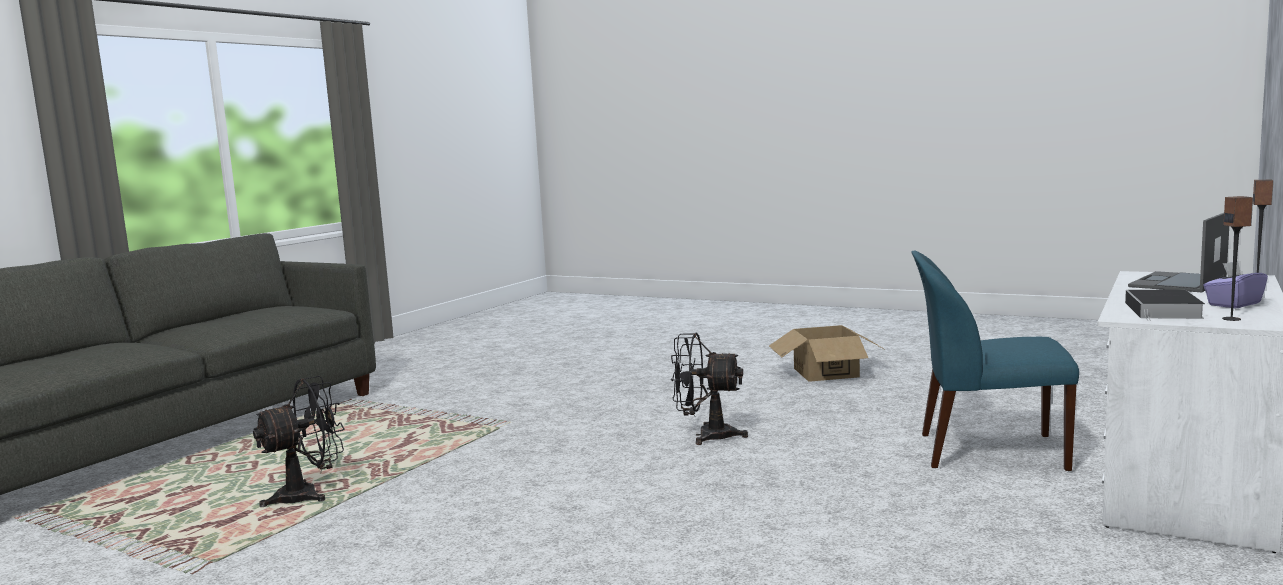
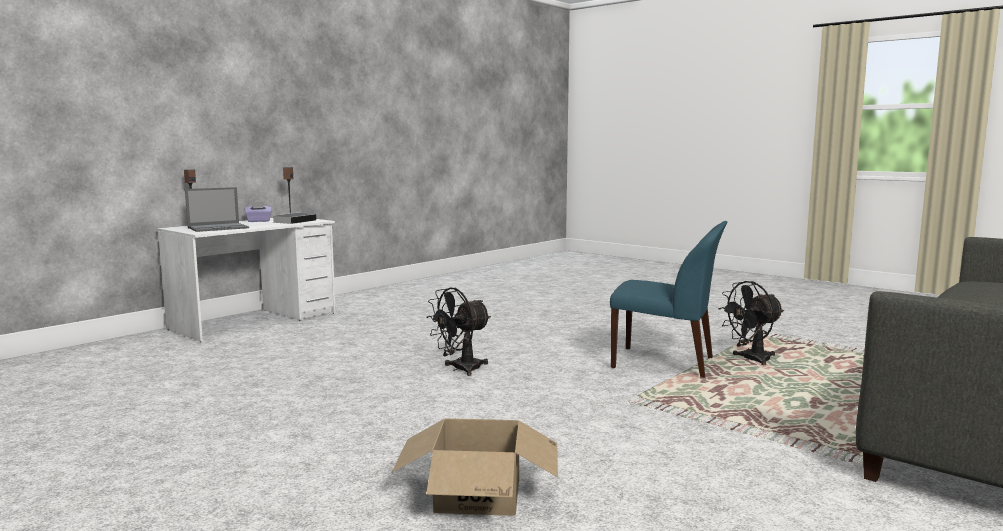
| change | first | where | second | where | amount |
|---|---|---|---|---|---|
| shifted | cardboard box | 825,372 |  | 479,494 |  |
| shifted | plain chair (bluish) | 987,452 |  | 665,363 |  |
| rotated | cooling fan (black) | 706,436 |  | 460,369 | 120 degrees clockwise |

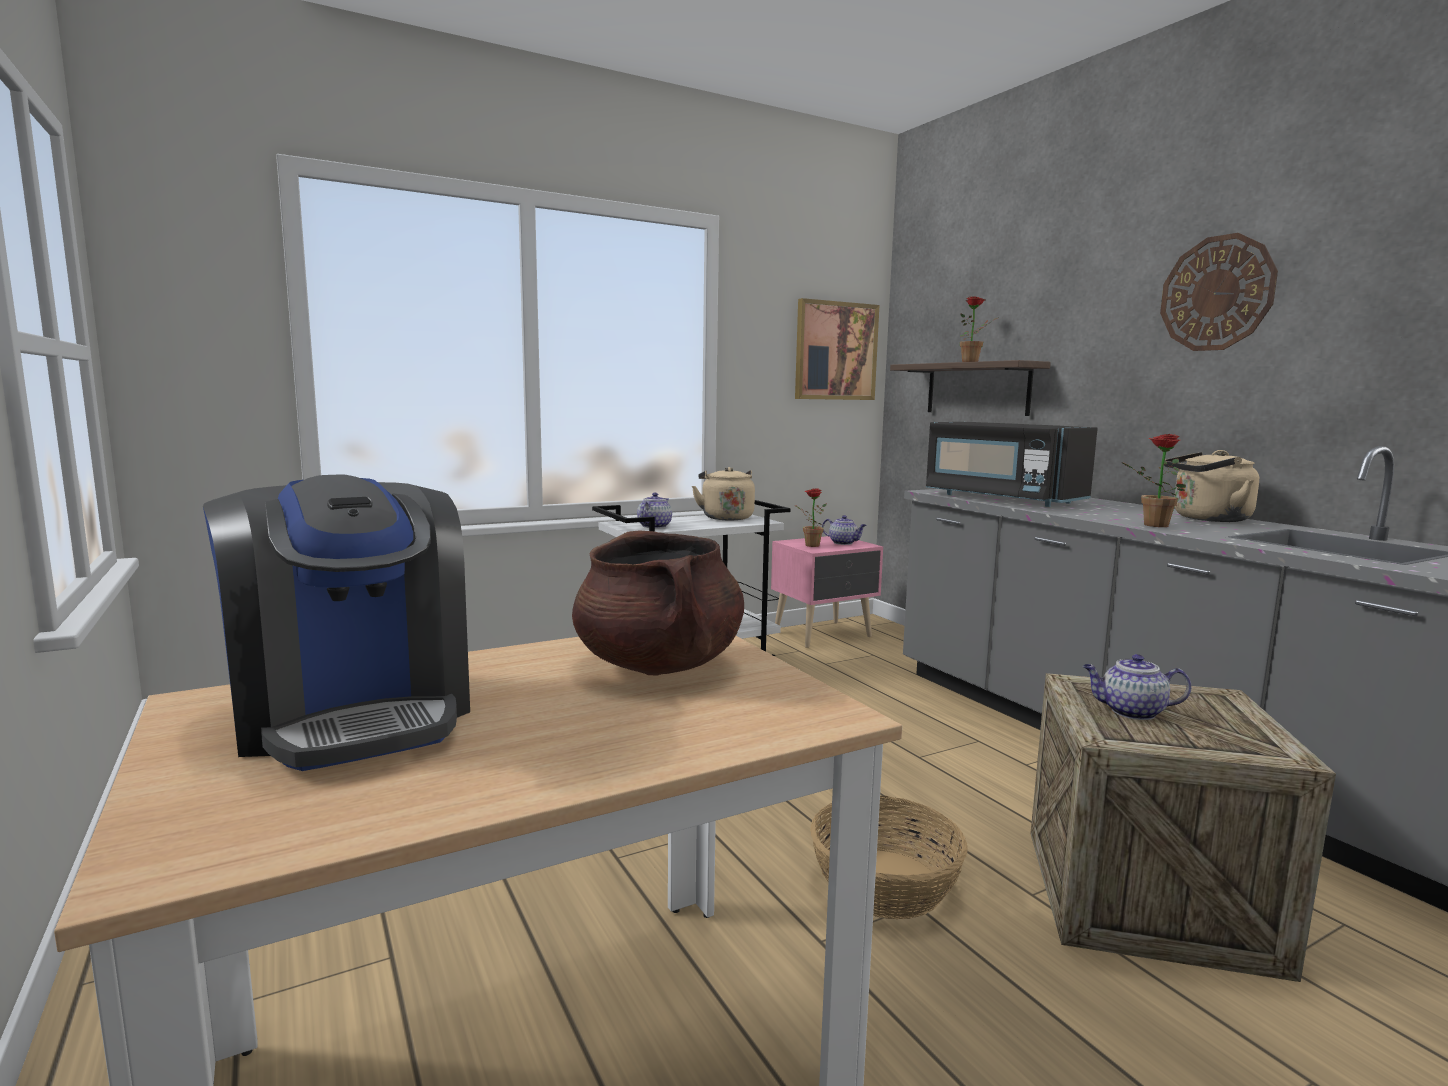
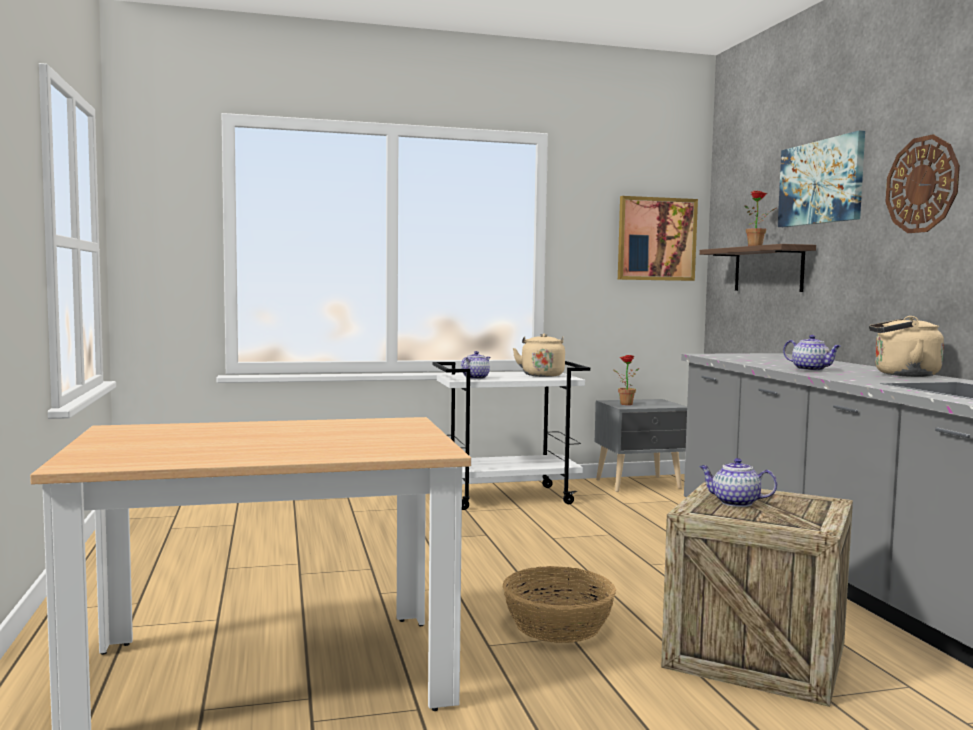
| change | first | where | second | where | amount |
|---|---|---|---|---|---|
| gone | coffee machine | 355,713 |  |  |  |
| gone | saucepot (brown-coloured) | 659,665 |  |  |  |
| gone | kitchen microwave (black) | 1001,498 |  |  |  |
| gone | houseplant | 1150,525 |  |  |  |
| new |  |  | wall art | 821,182 |  |
| shifted | teapot | 843,543 |  | 811,369 |  |
| repainted | nightstand (pinkish) | 824,634 | nightstand (greyish) | 640,484 |  |

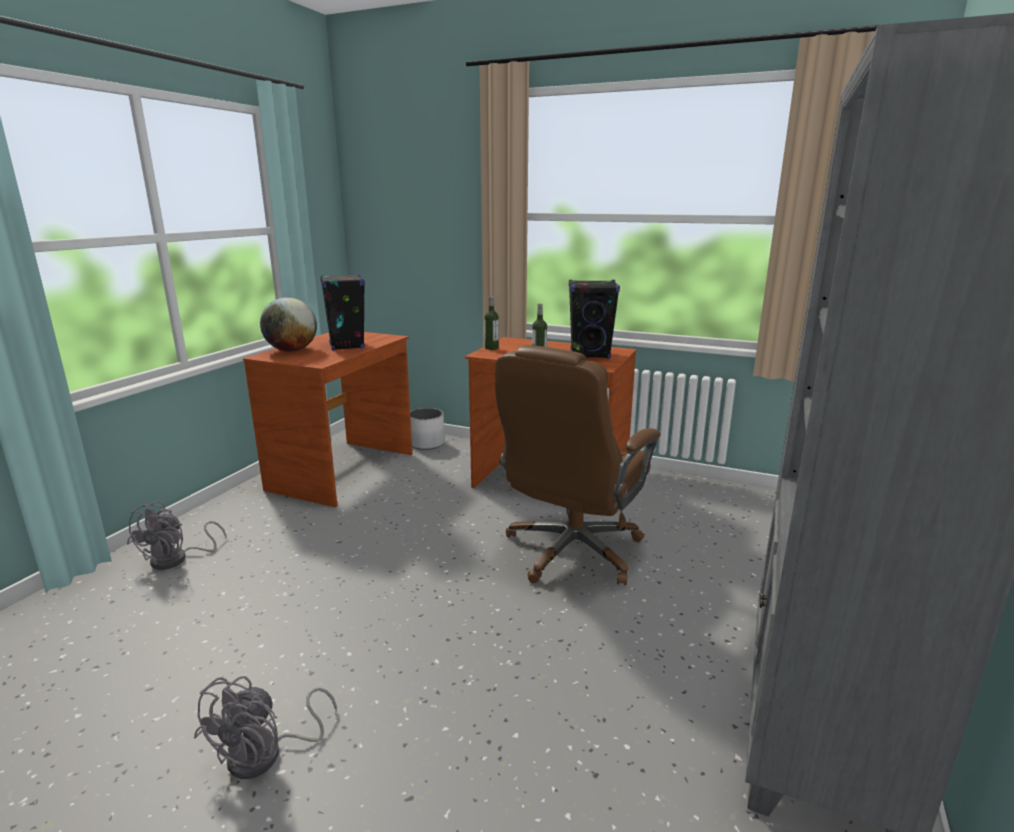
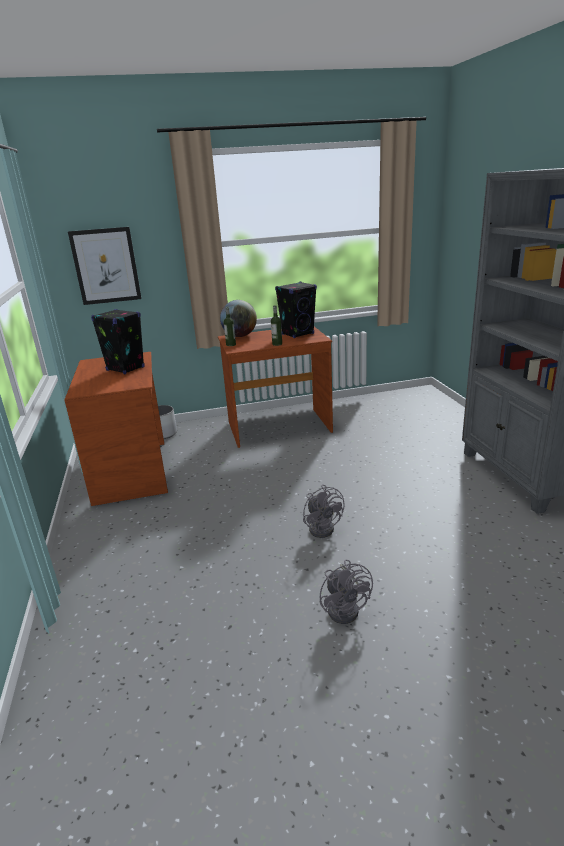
| change | first | where | second | where | amount |
|---|---|---|---|---|---|
| gone | computer chair (brown-coloured) | 572,551 |  |  |  |
| new |  |  | wall art | 106,266 |  |
| shifted | cooling fan (greyish) | 177,559 |  | 323,527 |  |
| shifted | desk globe | 292,350 |  | 240,336 |  |

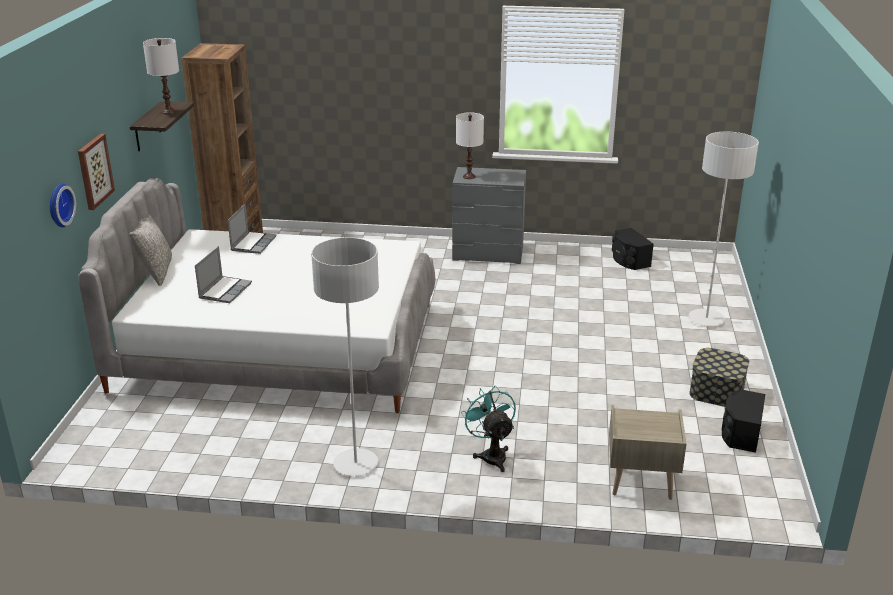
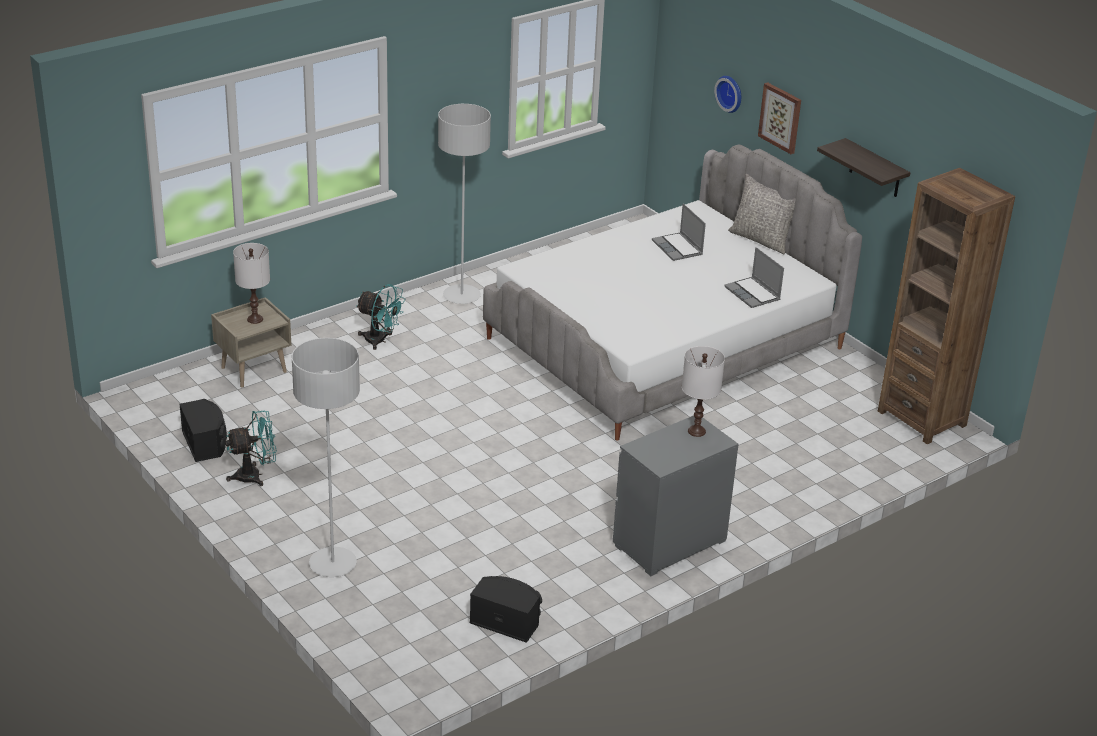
| change | first | where | second | where | amount |
|---|---|---|---|---|---|
| shifted | table lamp (whitish) | 168,112 |  | 255,319 |  |
| swapped | storage box | 716,391 | cooling fan (turquoise-coloured) | 255,475 |  |

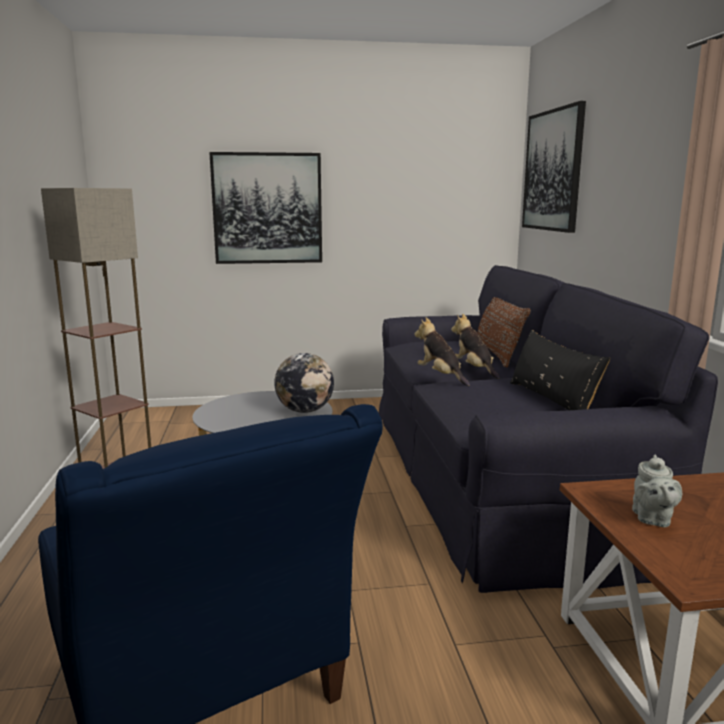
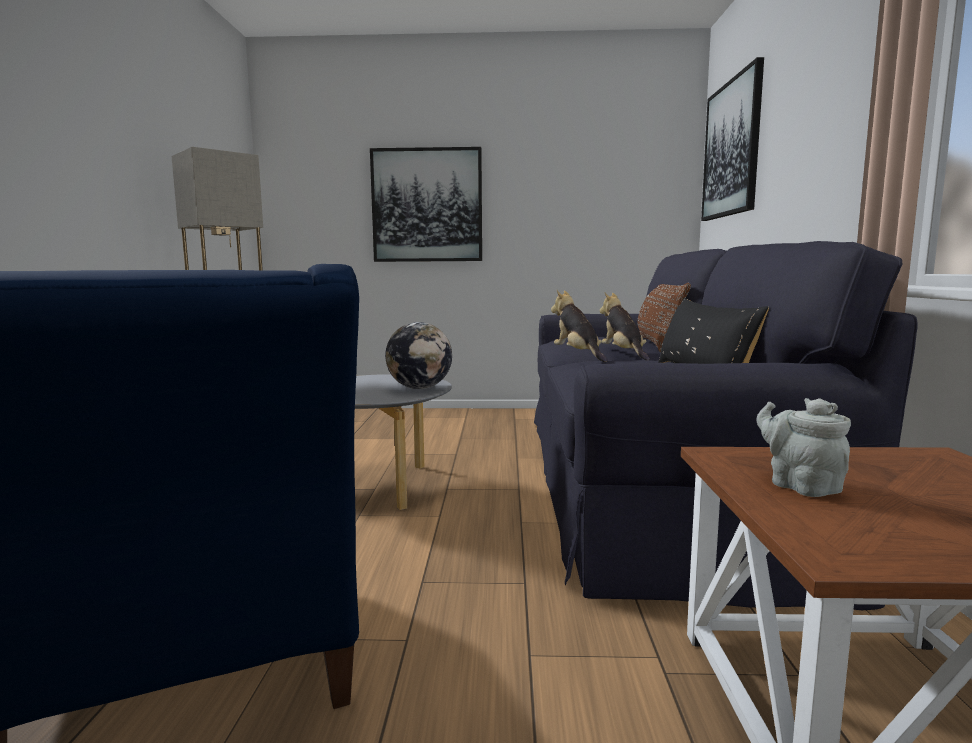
| change | first | where | second | where | amount |
|---|---|---|---|---|---|
| rotated | teapot (greyish) | 652,519 |  | 800,485 | 135 degrees clockwise |

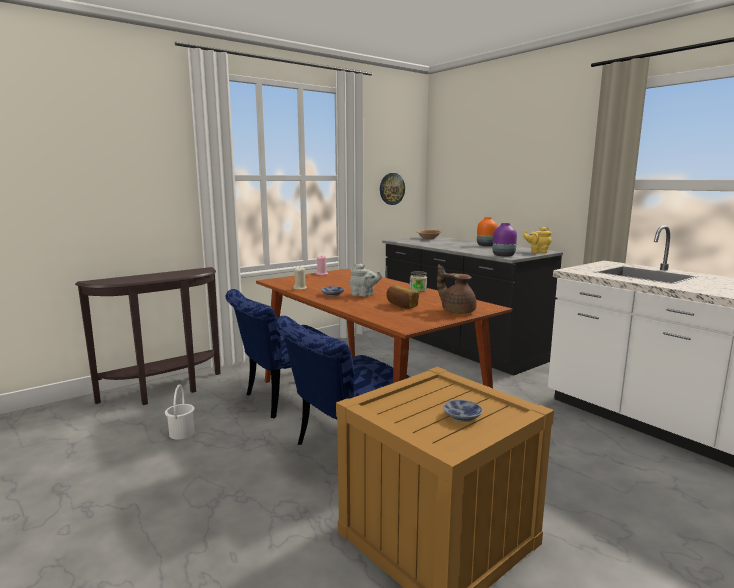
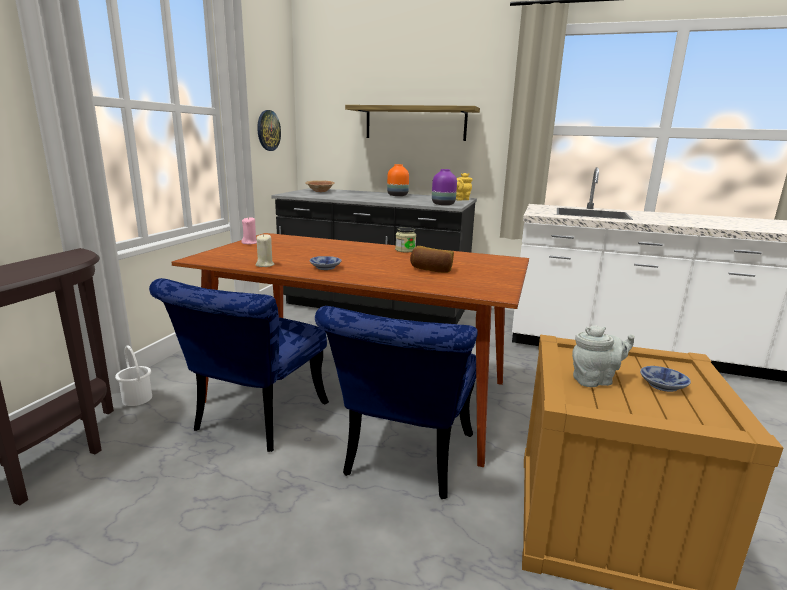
| change | first | where | second | where | amount |
|---|---|---|---|---|---|
| gone | teapot (brown-coloured) | 457,311 |  |  |  |
| new |  |  | bracket shelf | 415,123 |  |
| shifted | pail (whitish) | 181,433 |  | 137,399 |  |
| shifted | teapot (greyish) | 364,295 |  | 595,380 |  |

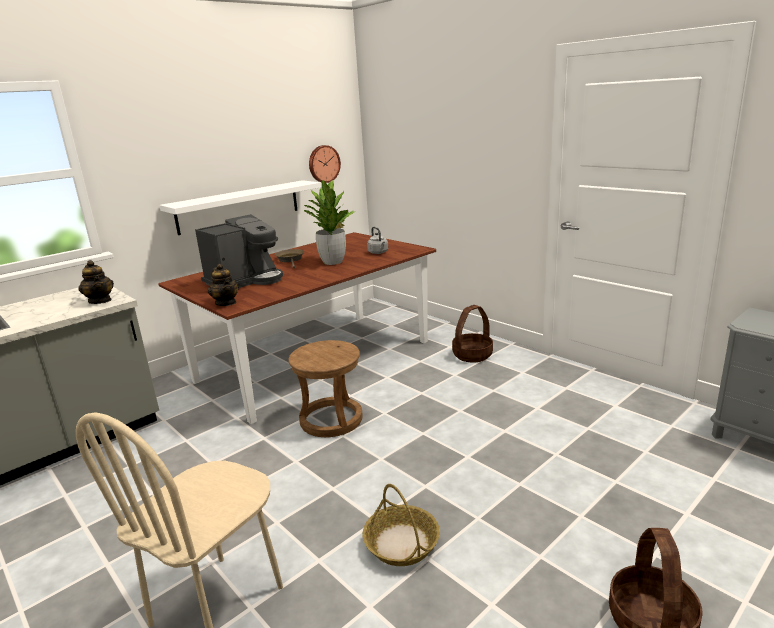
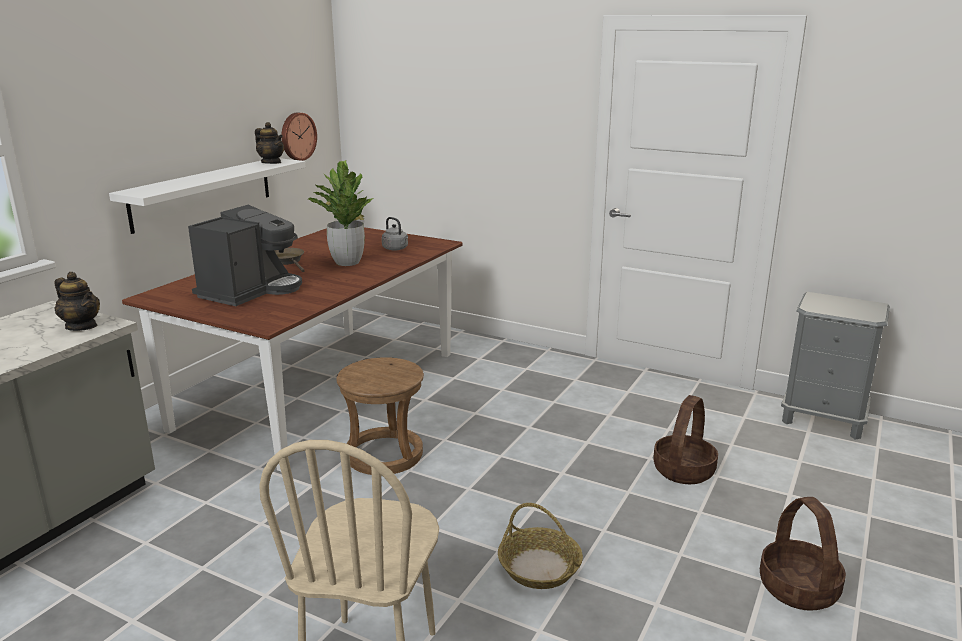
| change | first | where | second | where | amount |
|---|---|---|---|---|---|
| shifted | teapot | 226,303 |  | 271,162 |  |
| shifted | household basket | 472,355 |  | 683,470 |  |

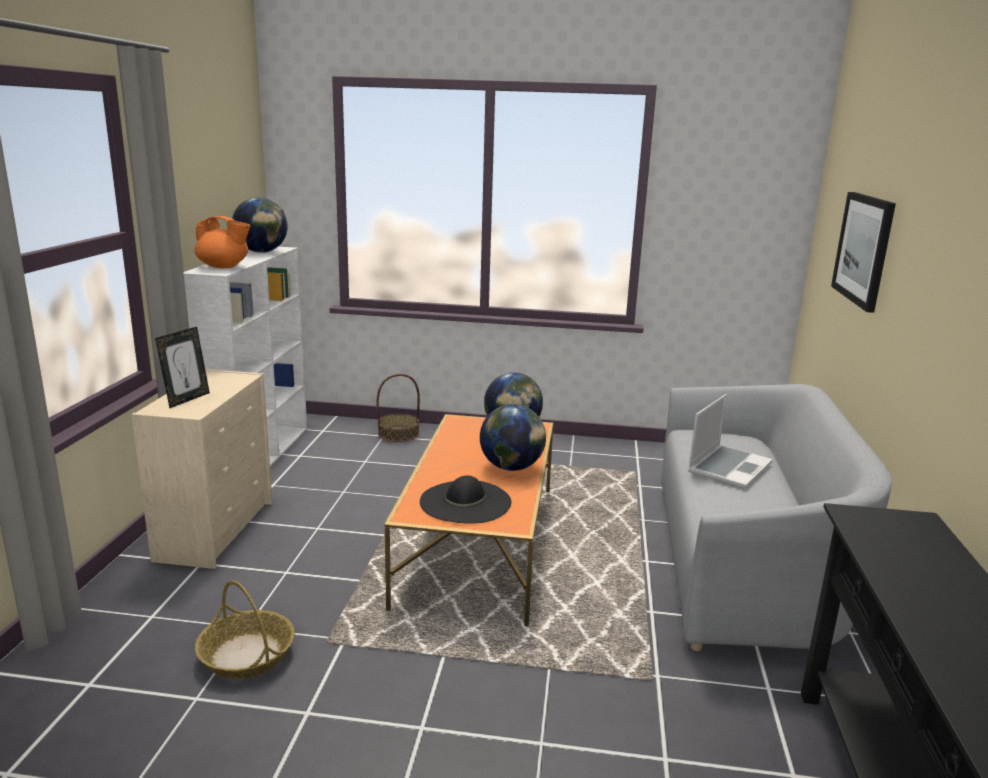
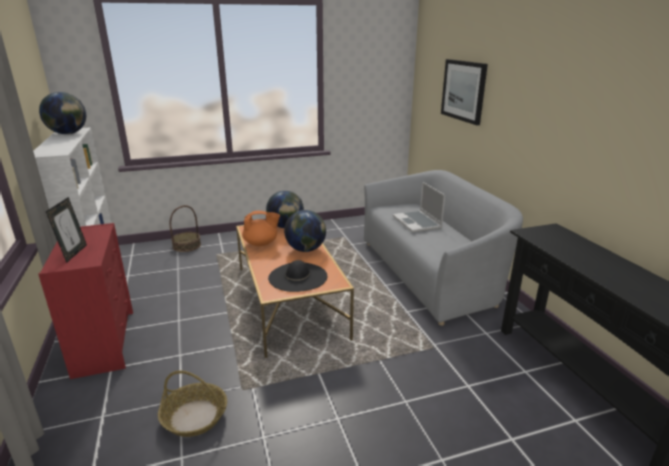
| change | first | where | second | where | amount |
|---|---|---|---|---|---|
| shifted | teapot (orangey) | 224,267 |  | 261,243 |  |
| repainted | dresser (sand-coloured) | 217,529 | dresser (red-coloured) | 105,341 |  |
| rotated | laptop | 729,467 |  | 417,222 | 150 degrees clockwise |

